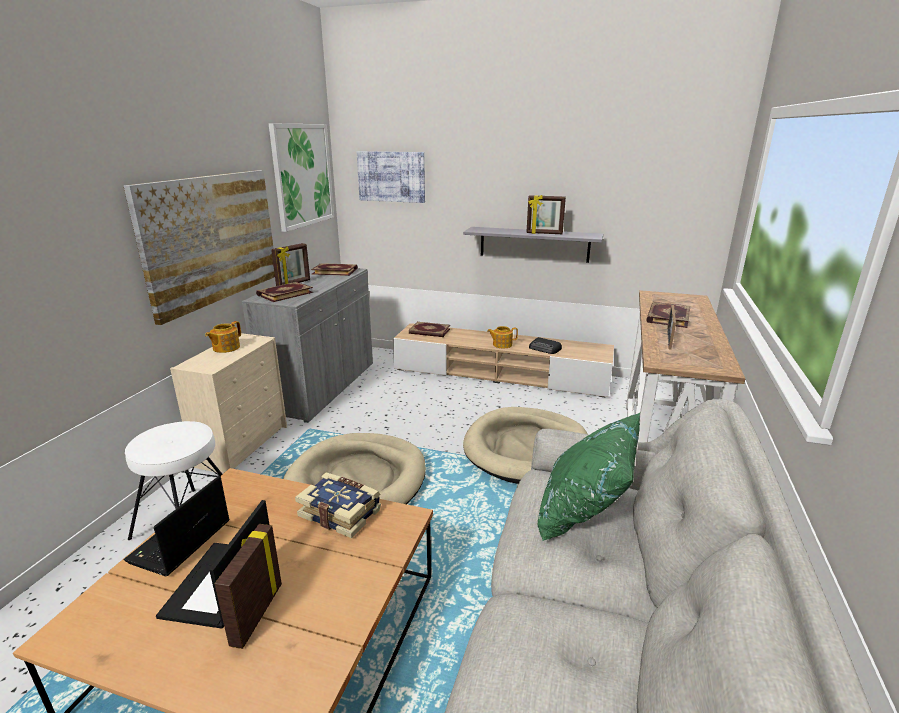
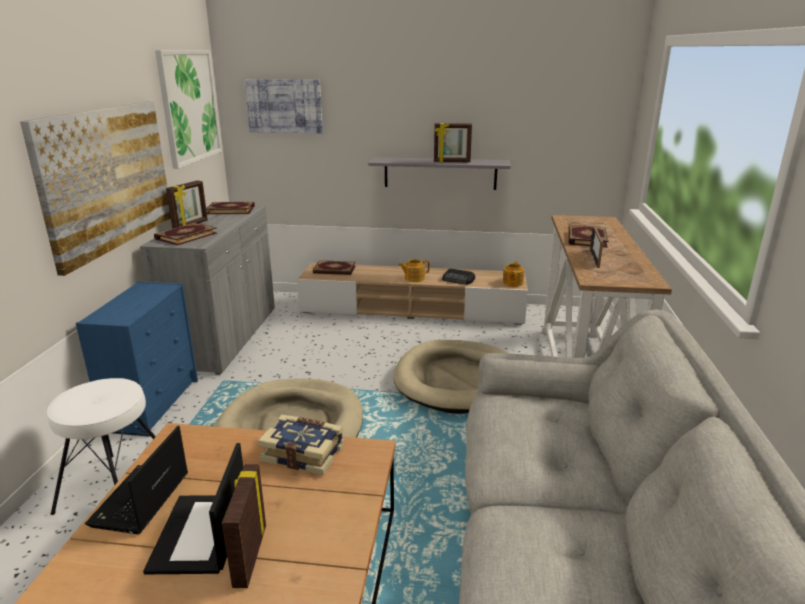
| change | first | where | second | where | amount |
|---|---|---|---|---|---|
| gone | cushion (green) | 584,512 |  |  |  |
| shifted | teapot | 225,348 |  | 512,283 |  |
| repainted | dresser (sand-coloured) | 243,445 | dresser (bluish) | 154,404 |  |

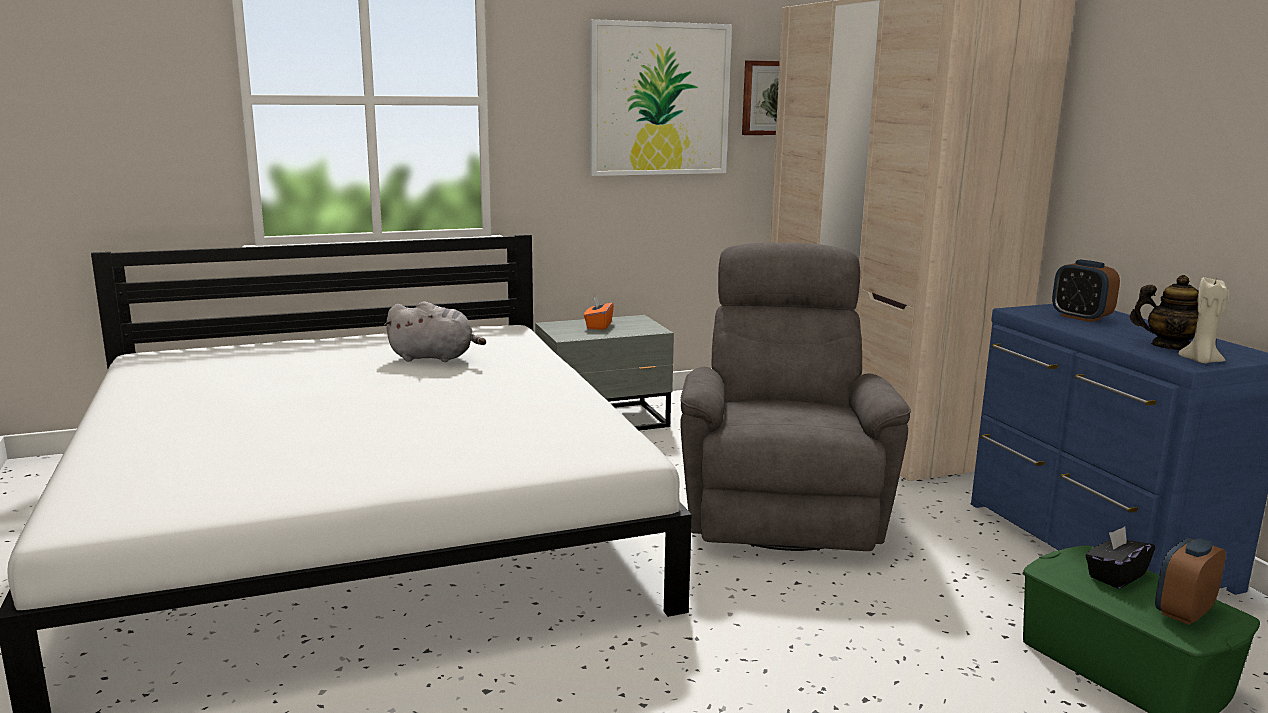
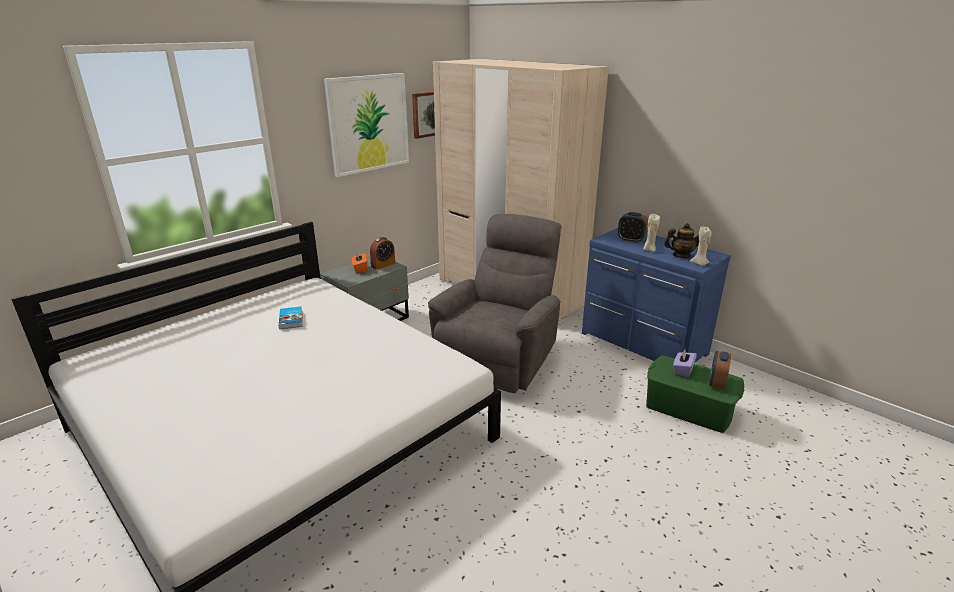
| change | first | where | second | where | amount |
|---|---|---|---|---|---|
| new |  |  | alarm clock | 383,265 |  |
| new |  |  | candle (sand-coloured) | 649,250 |  |
| swapped | soft toy (greyish) | 435,358 | bound book | 292,319 |  |
| repainted | tissue box (black) | 1115,576 | tissue box (purple-coloured) | 682,370 |  |
| rotated | easy chair (greyish) | 781,507 |  | 500,358 | 45 degrees clockwise |

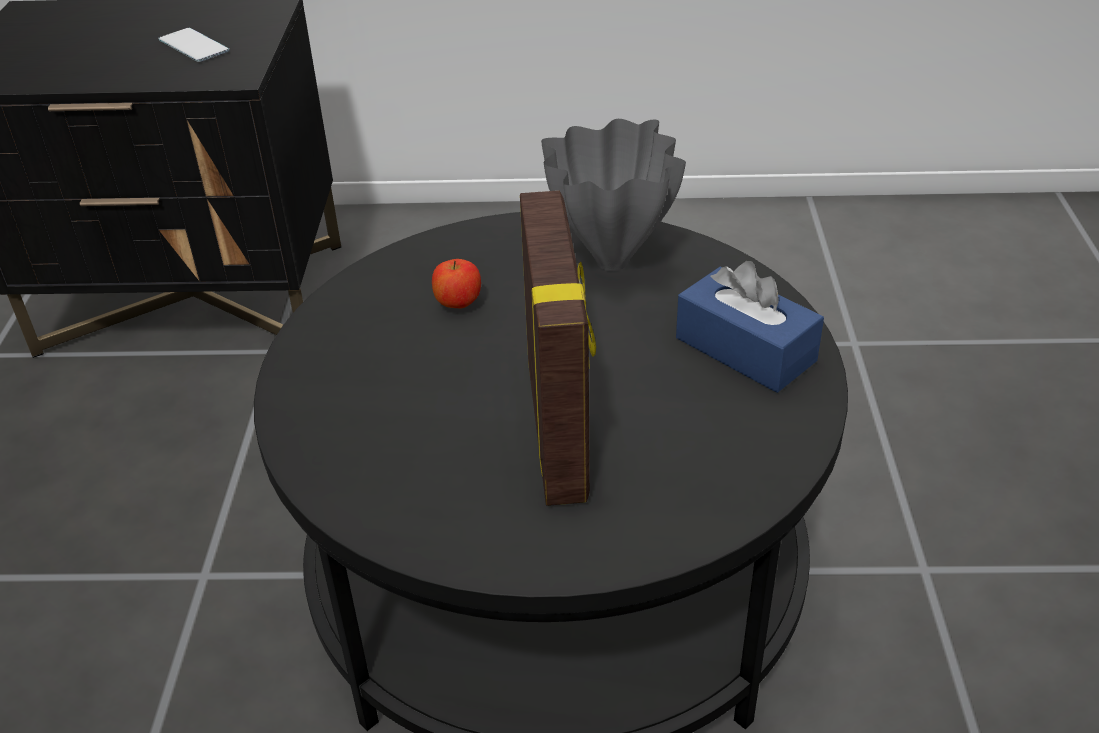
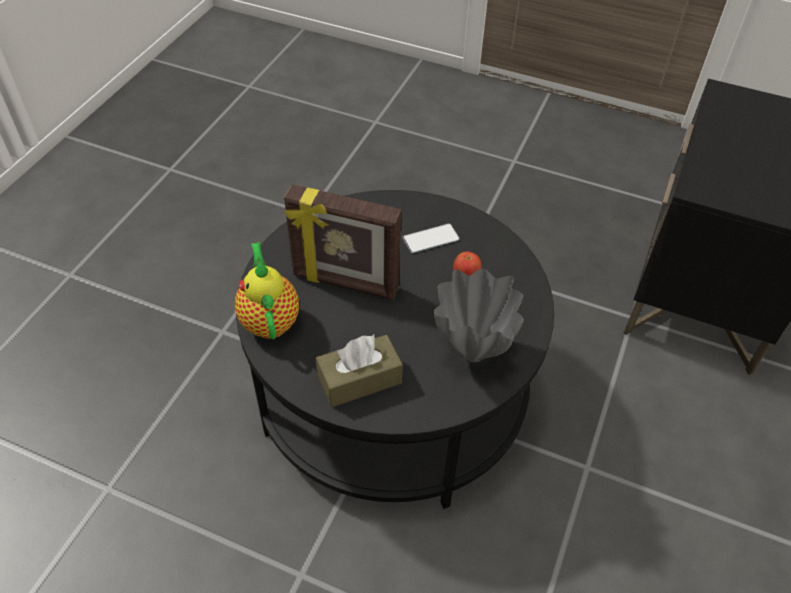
| change | first | where | second | where | amount |
|---|---|---|---|---|---|
| new |  |  | teapot | 269,319 |  |
| shifted | phone | 194,46 |  | 430,239 |  |
| repainted | tissue box (bluish) | 745,349 | tissue box (brown-coloured) | 359,380 |  |

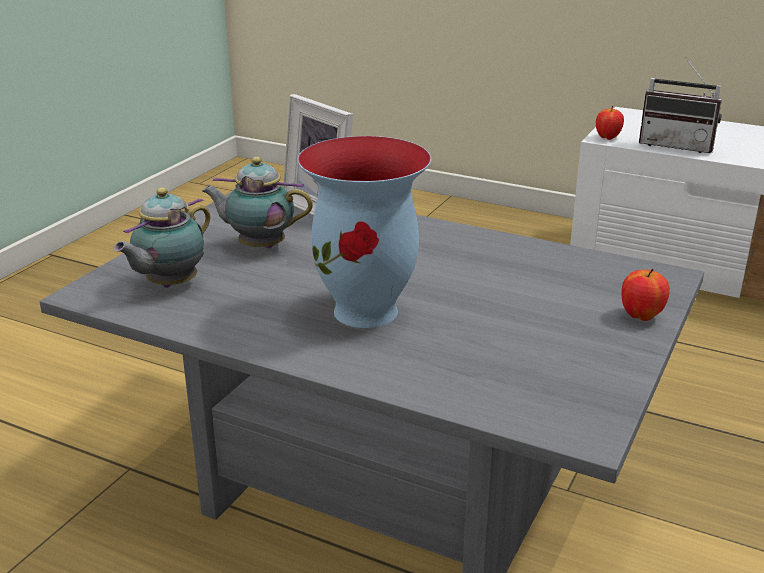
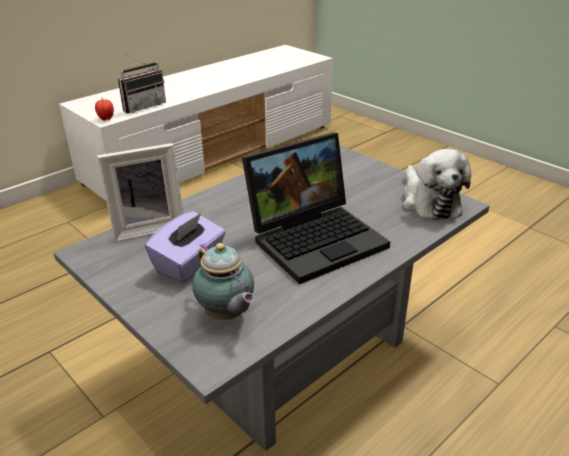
| change | first | where | second | where | amount |
|---|---|---|---|---|---|
| gone | whole apple | 641,316 |  |  |  |
| new |  |  | soft toy | 429,201 |  |
| swapped | teapot | 259,246 | tissue box (purple-coloured) | 190,264 |  |
| swapped | decorative vase | 368,311 | laptop | 317,238 |  |

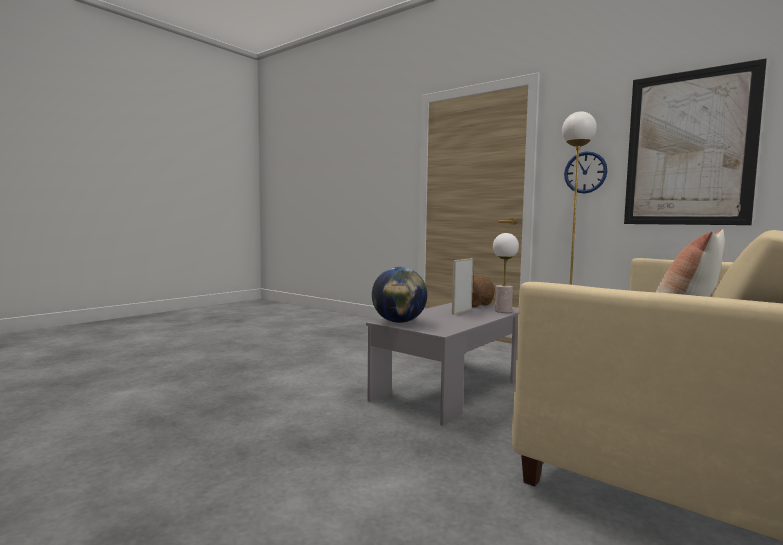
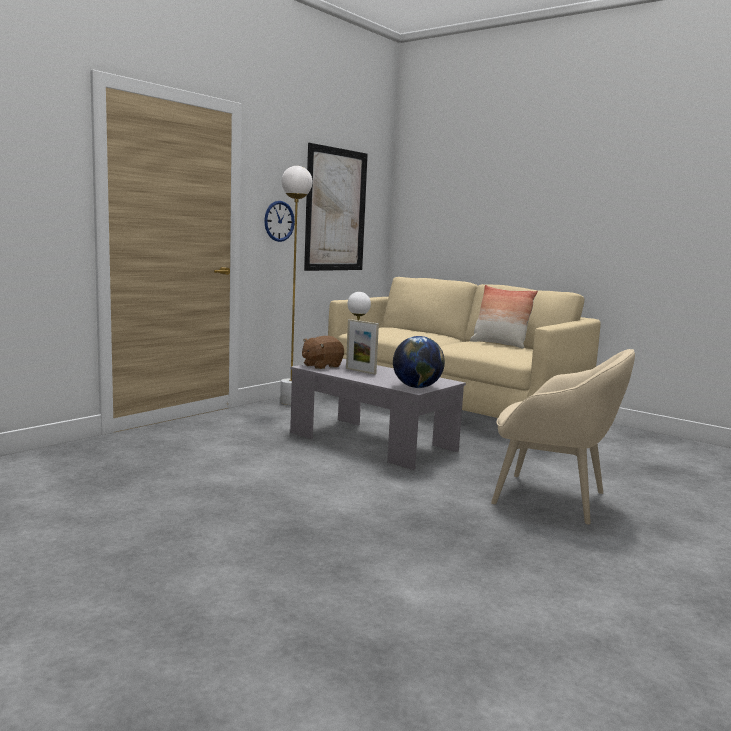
| change | first | where | second | where | amount |
|---|---|---|---|---|---|
| new |  |  | easy chair (sand-coloured) | 552,498 |  |

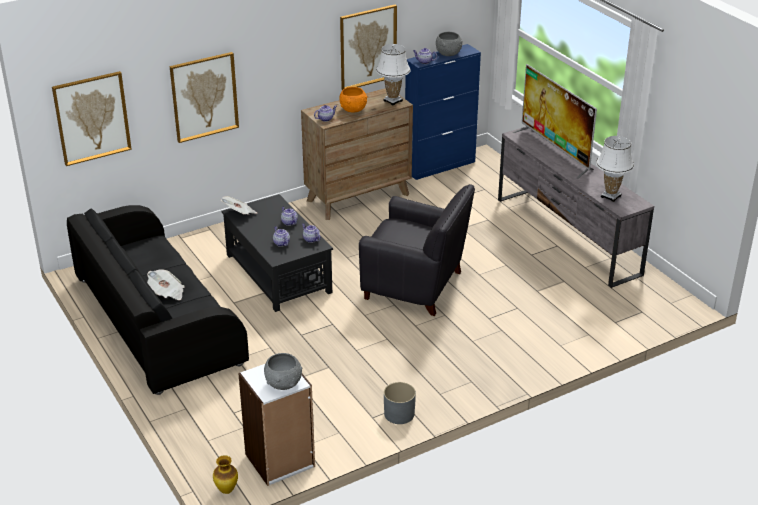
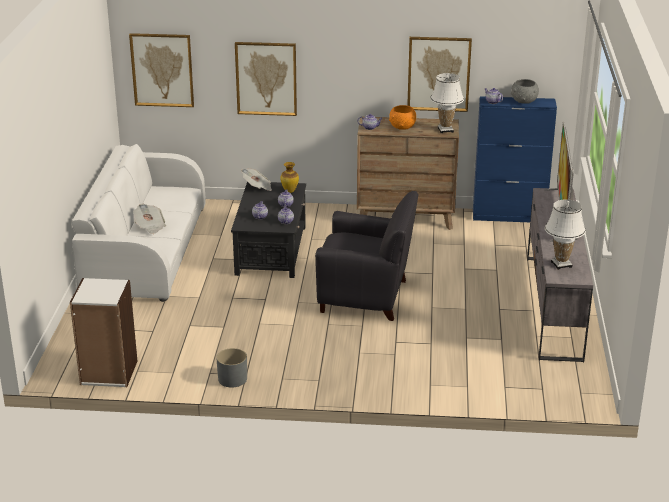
| change | first | where | second | where | amount |
|---|---|---|---|---|---|
| gone | serving bowl (greyish) | 284,384 |  |  |  |
| shifted | decorative vase | 226,490 |  | 289,191 |  |
| repainted | couch (black) | 156,320 | couch (whitish) | 145,250 |  |
| rotated | easy chair (black) | 415,286 |  | 366,297 | 45 degrees counterclockwise |

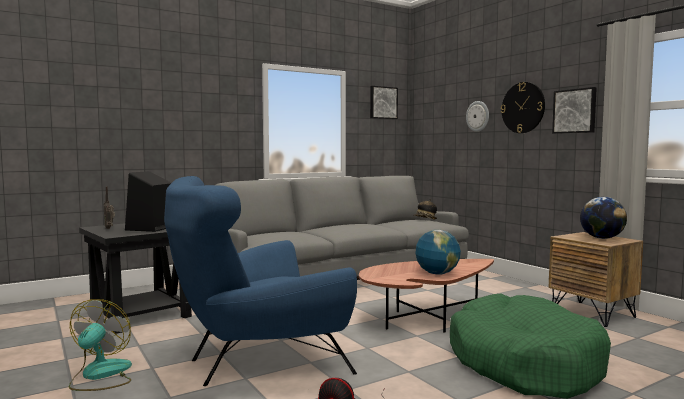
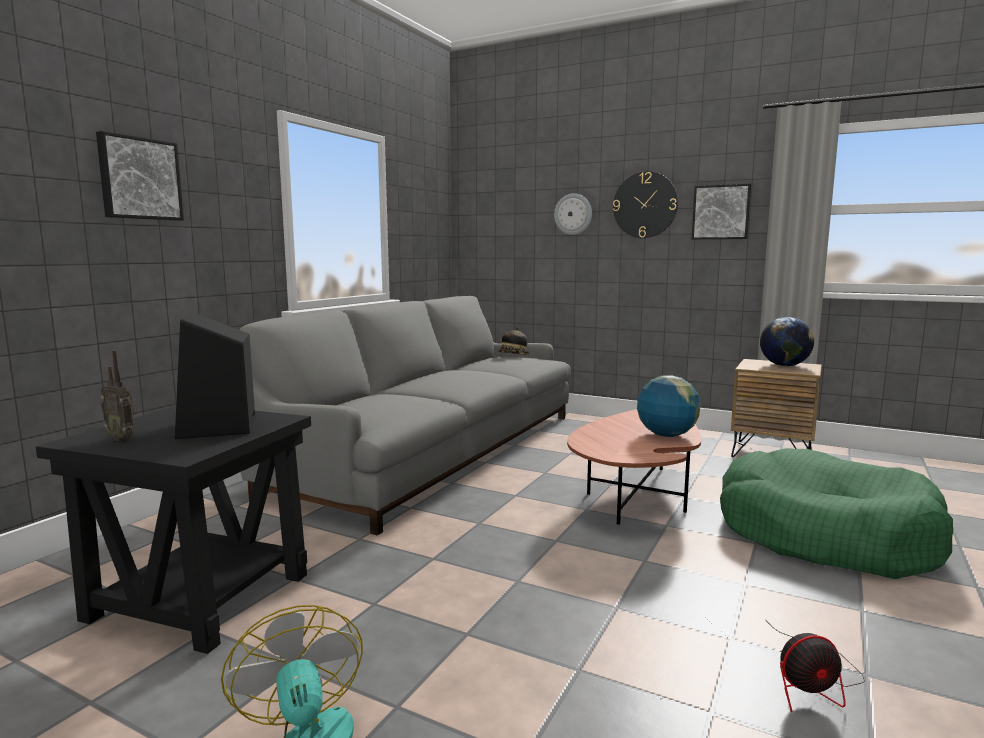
| change | first | where | second | where | amount |
|---|---|---|---|---|---|
| gone | easy chair (bluish) | 255,362 |  |  |  |
| shifted | wall art | 383,102 |  | 139,179 |  |

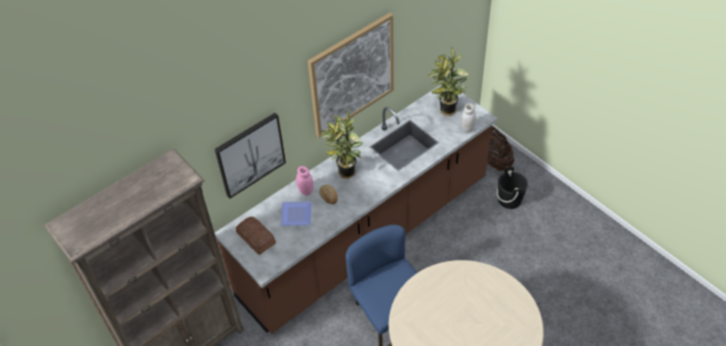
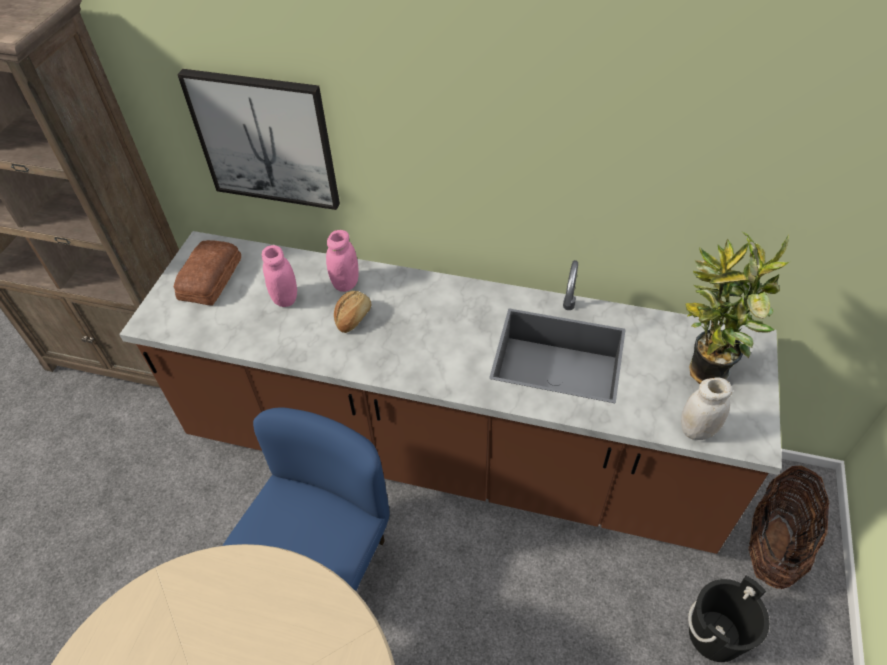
| change | first | where | second | where | amount |
|---|---|---|---|---|---|
| gone | wall art | 352,75 |  |  |  |
| gone | houseplant | 345,173 |  |  |  |
| swapped | plate | 295,215 | storage jar (pinkish) | 285,298 |  |

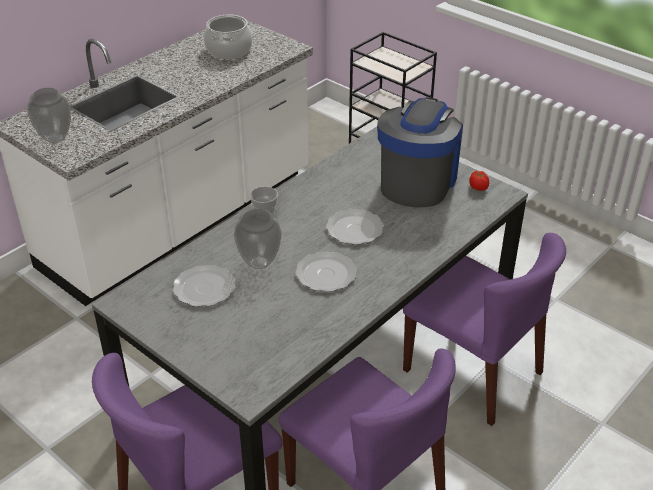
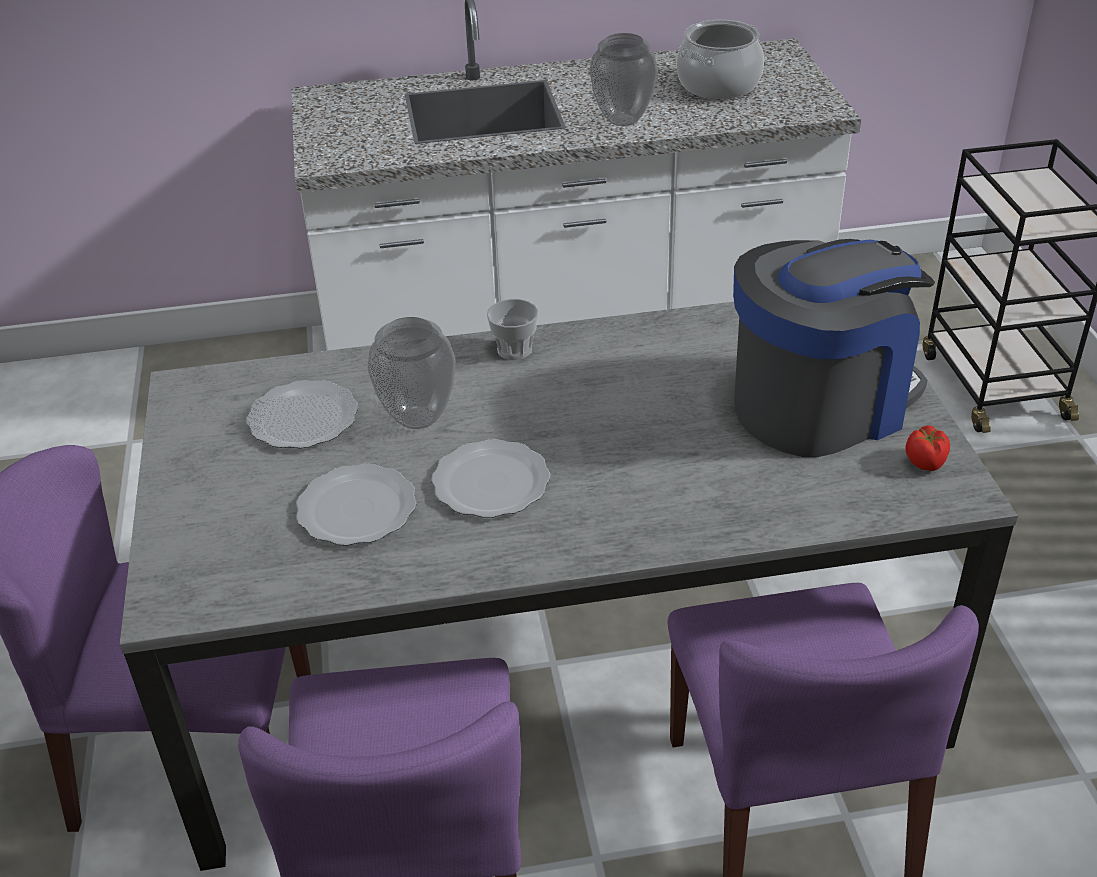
| change | first | where | second | where | amount |
|---|---|---|---|---|---|
| shifted | decorative vase | 56,138 |  | 624,120 |  |
| shifted | plate | 355,228 |  | 359,508 |  |

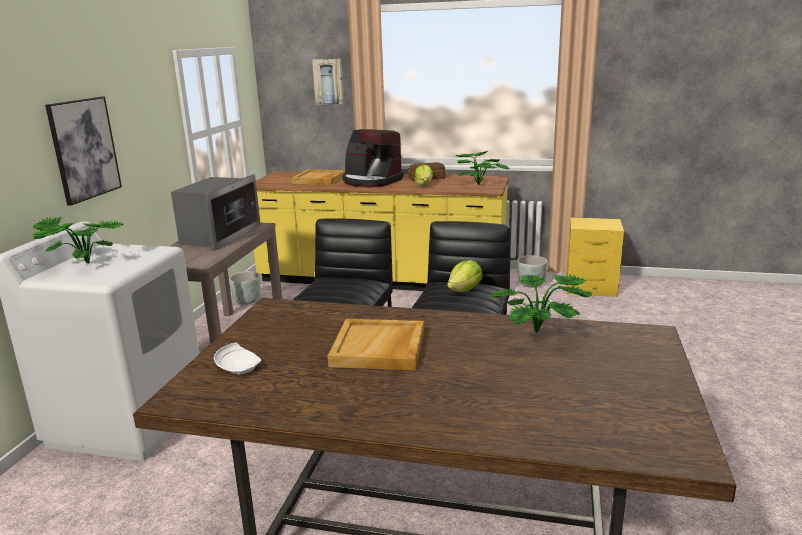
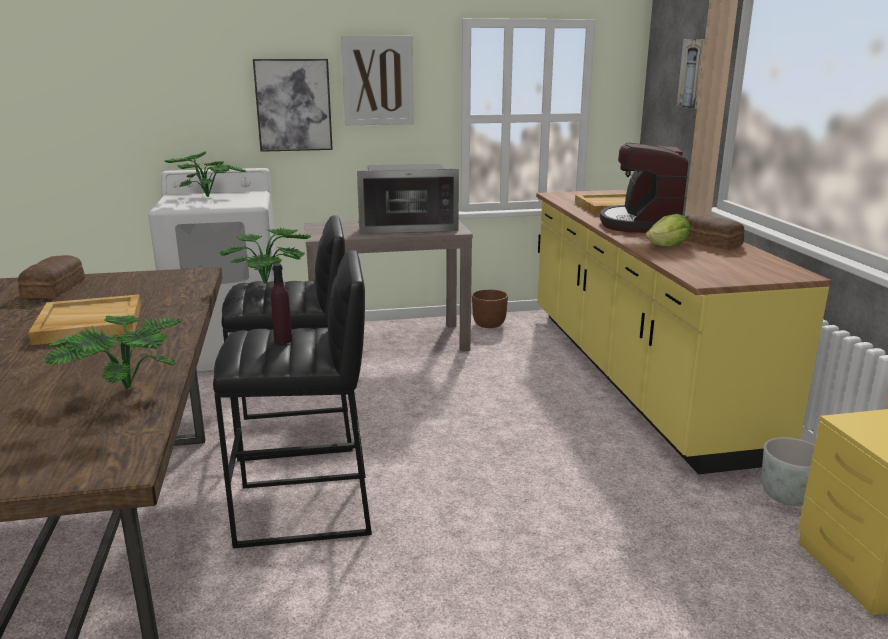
| change | first | where | second | where | amount |
|---|---|---|---|---|---|
| new |  |  | wall art | 378,80 |  |
| shifted | houseplant | 479,184 |  | 271,283 |  |
| swapped | plate (whitish) | 239,367 | bread | 56,288 |  |
| swapped | lettuce | 465,290 | drink bottle (purple-coloured) | 283,340 |  |
| repainted | flower pot (greyish) | 247,301 | flower pot (brown-coloured) | 489,325 |  |

